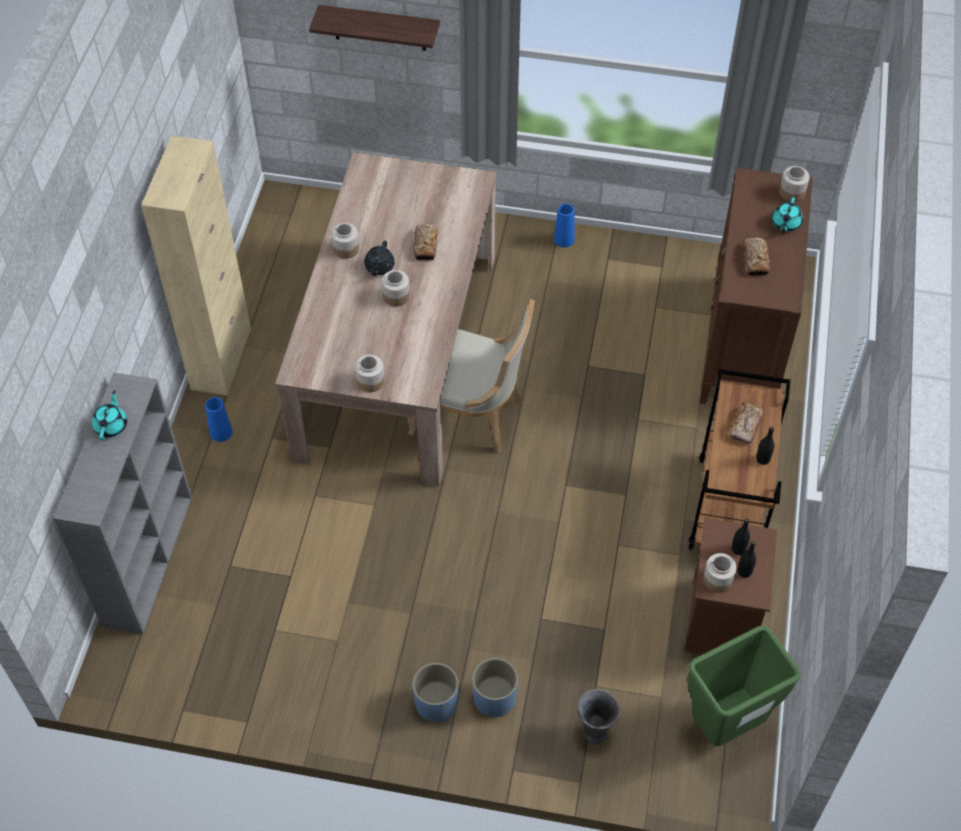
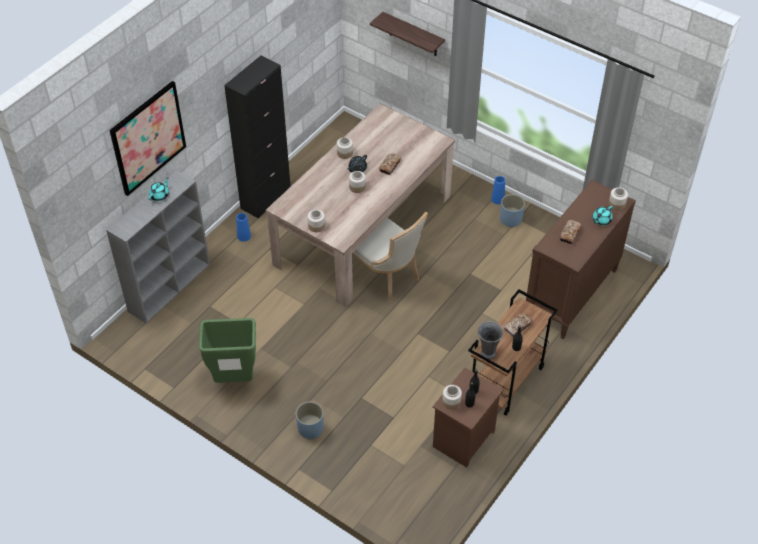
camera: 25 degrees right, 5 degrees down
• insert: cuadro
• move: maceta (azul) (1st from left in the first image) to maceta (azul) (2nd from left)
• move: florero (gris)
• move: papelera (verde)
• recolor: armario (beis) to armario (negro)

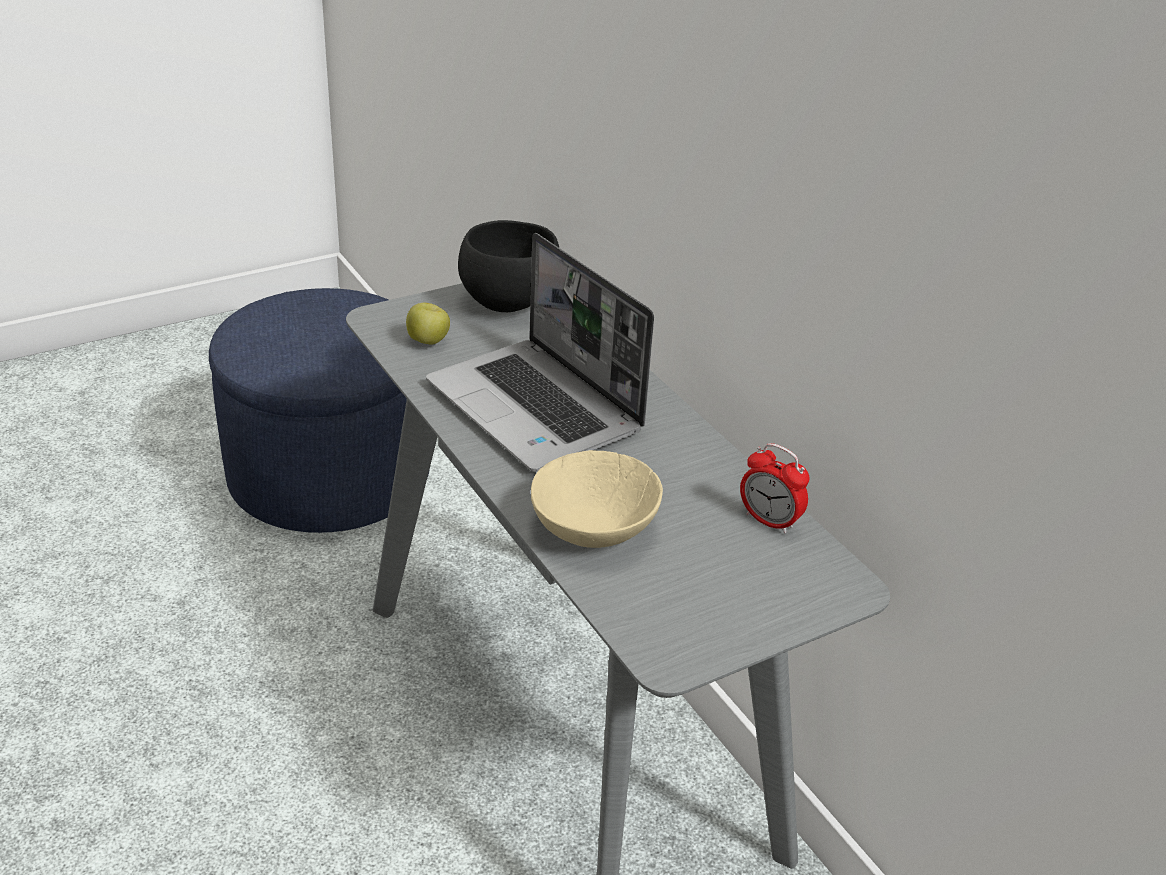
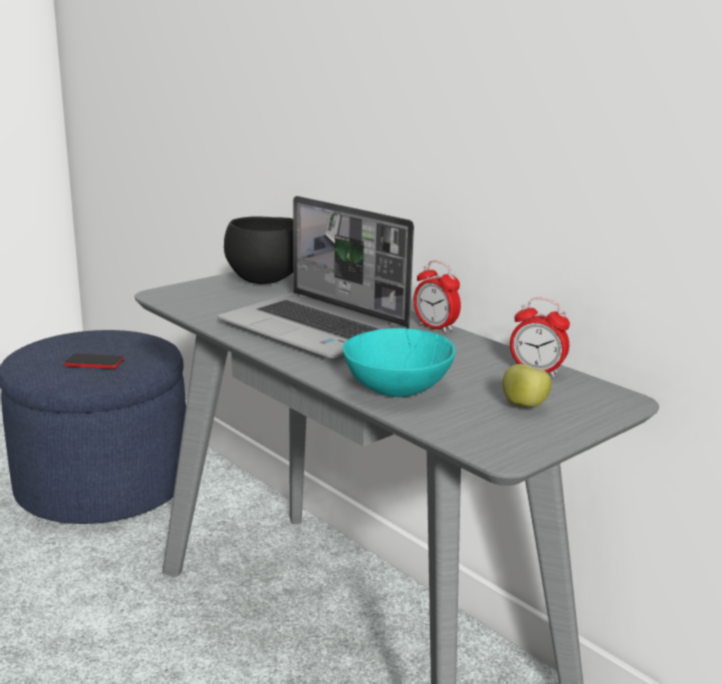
camera: 10 degrees left, 15 degrees down
• insert: móvil
• insert: despertador (1st from left)
• move: manzana
• recolor: cuenco (beis) to cuenco (turquesa)

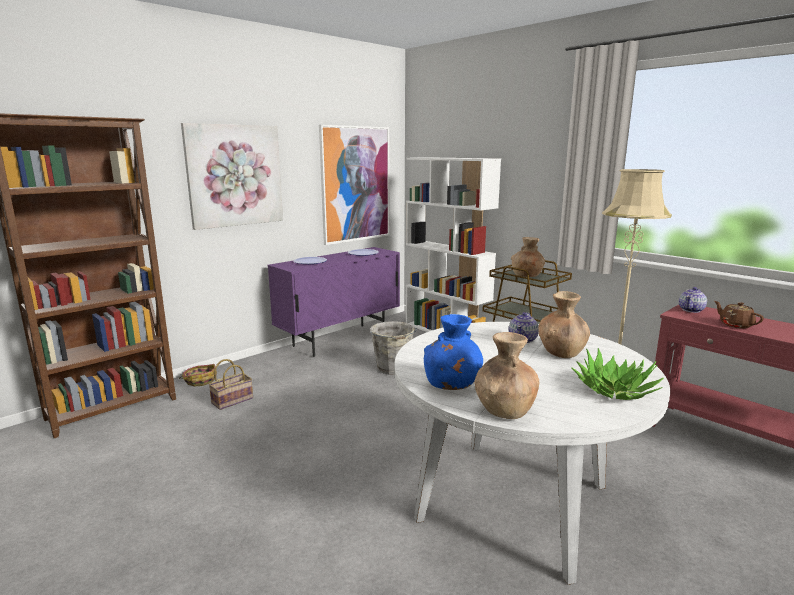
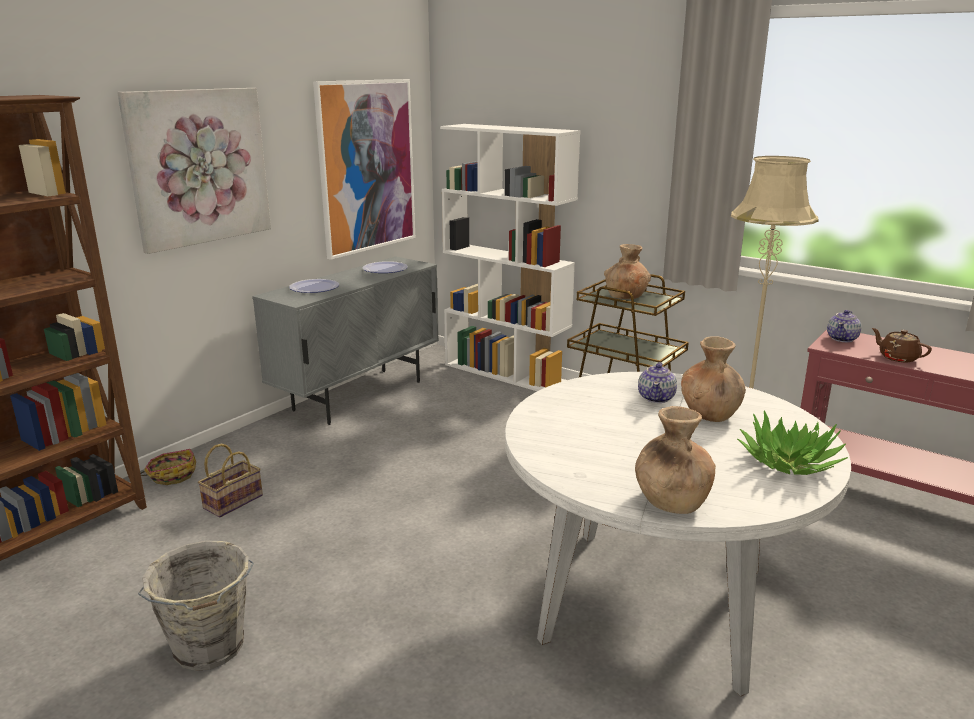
camera: 10 degrees left, 5 degrees up
• delete: florero (azul)
• move: cubo (gris)
• recolor: armario (morado) to armario (gris)

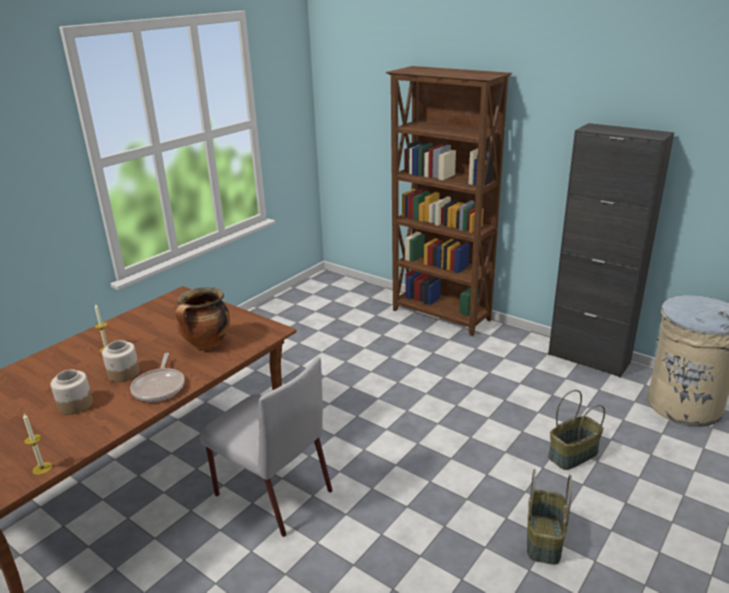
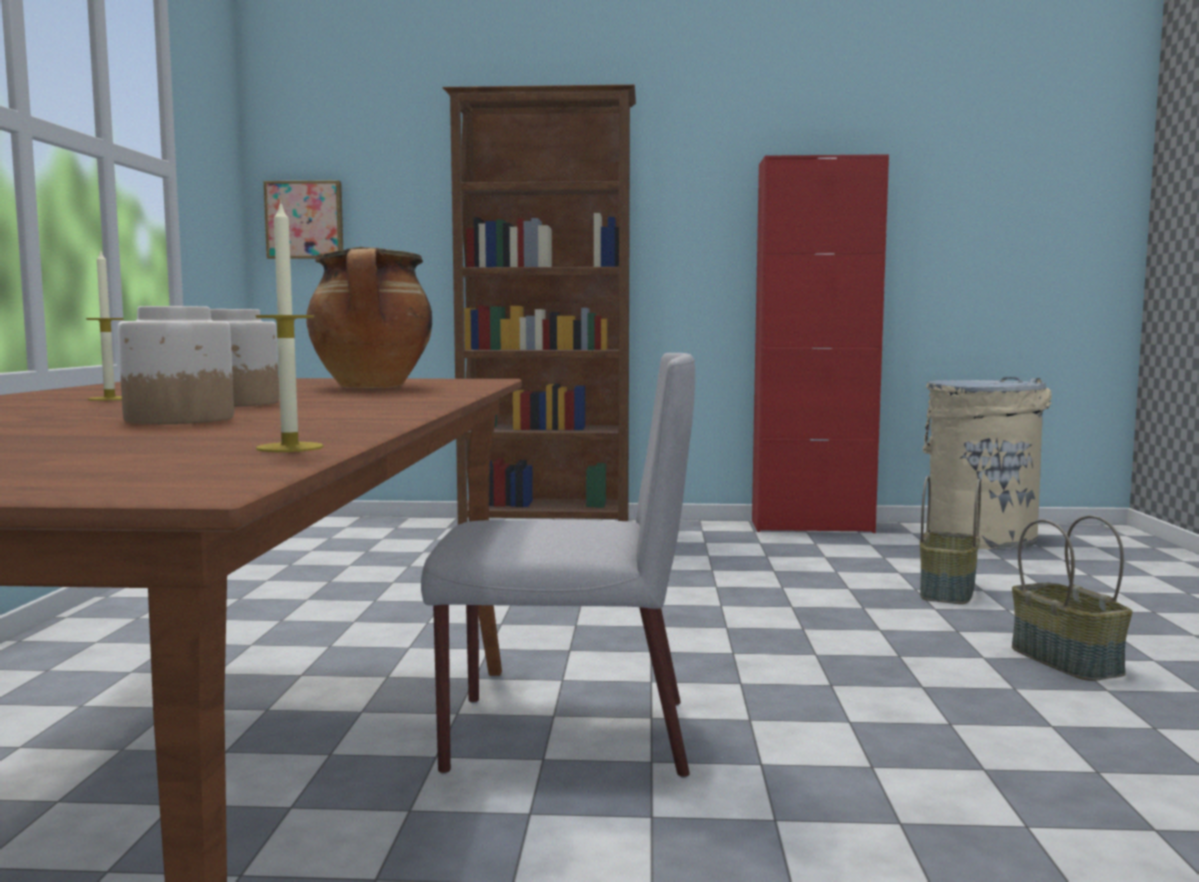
camera: 35 degrees left, 20 degrees down
• delete: sartén
• insert: cuadro
• recolor: armario (negro) to armario (rojo)

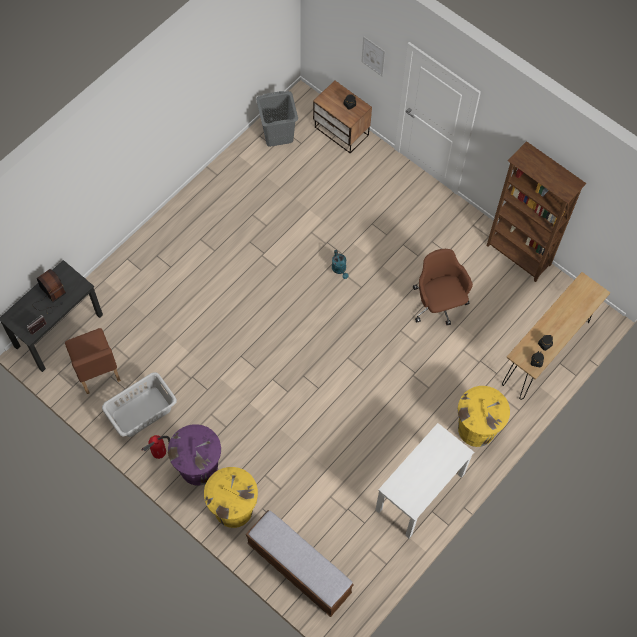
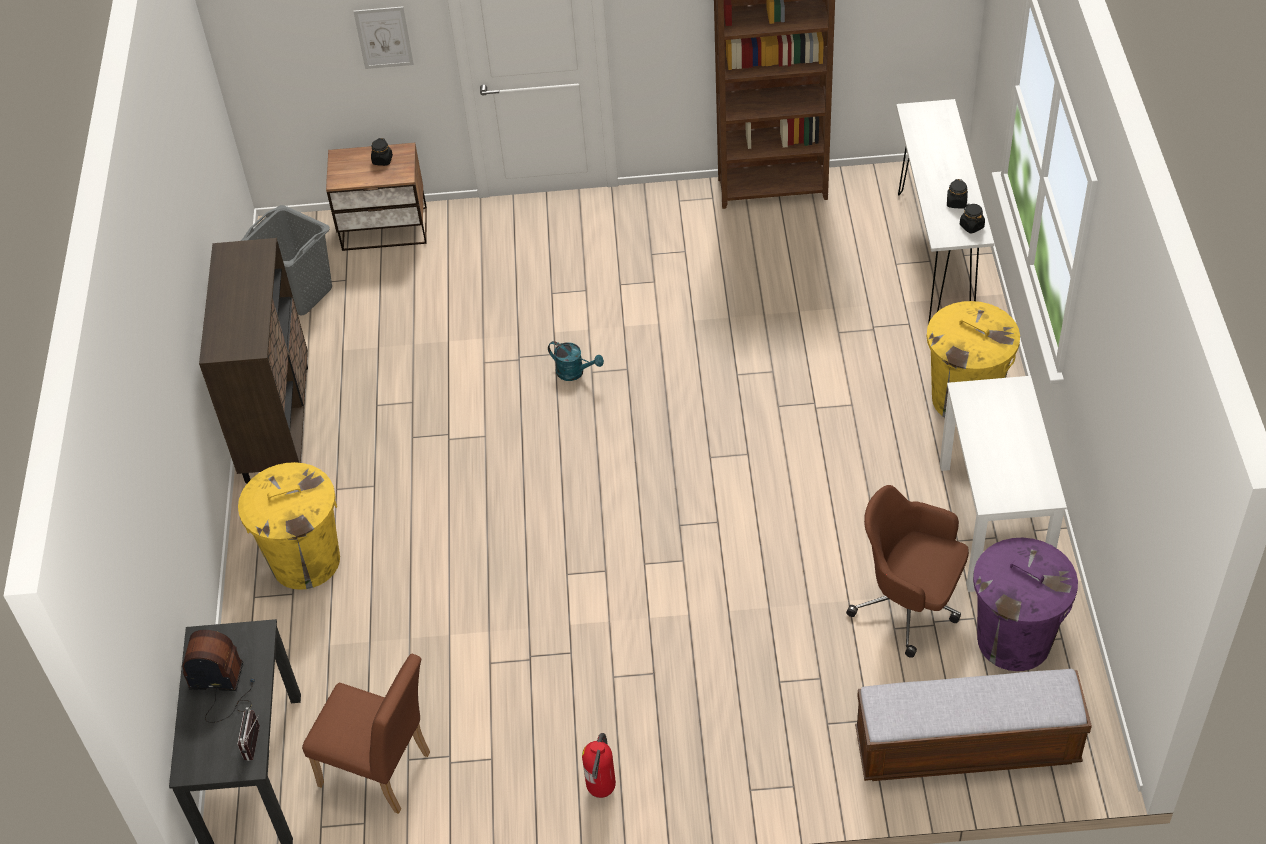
camera: 40 degrees left, 15 degrees down
• delete: cesto de la ropa (gris) (1st from left)
• insert: armario (marrón)
• move: papelera (morado)
• move: papelera (amarillo) (1st from left)
• move: silla de oficina (marrón)
• recolor: mesa consola (marrón) to mesa consola (blanco)

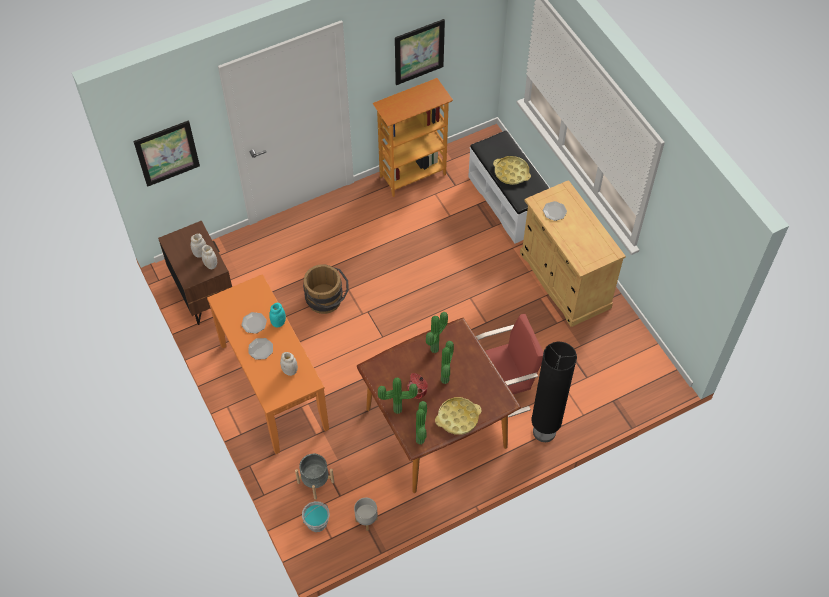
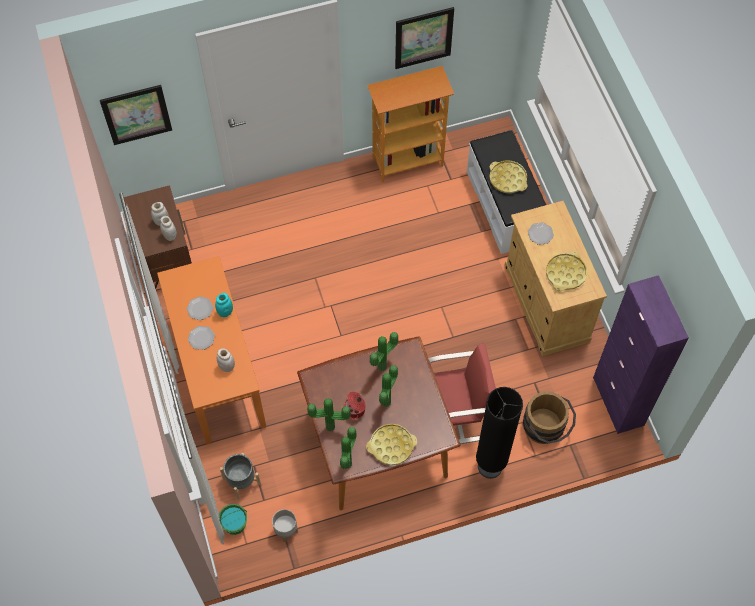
camera: 10 degrees right, 5 degrees up
• insert: bandeja (amarillo) (3rd from left)
• insert: armario (morado)
• move: cubo (marrón)
• recolor: cubo (gris) to cubo (verde)

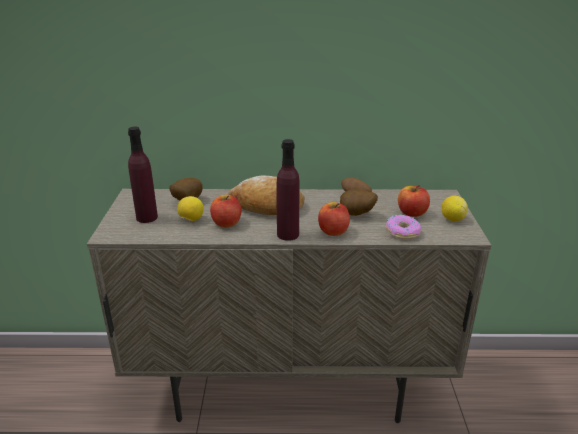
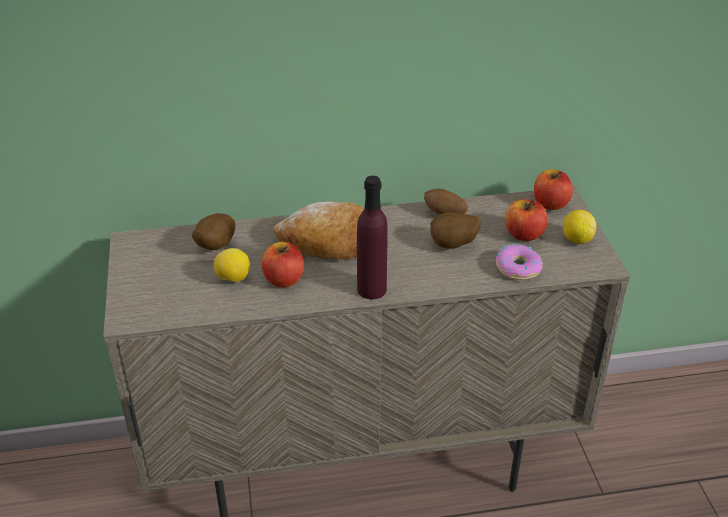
camera: 10 degrees left, 10 degrees up
• delete: botella (morado) (1st from left)
• move: manzana (2nd from left in the first image) to manzana (3rd from left)

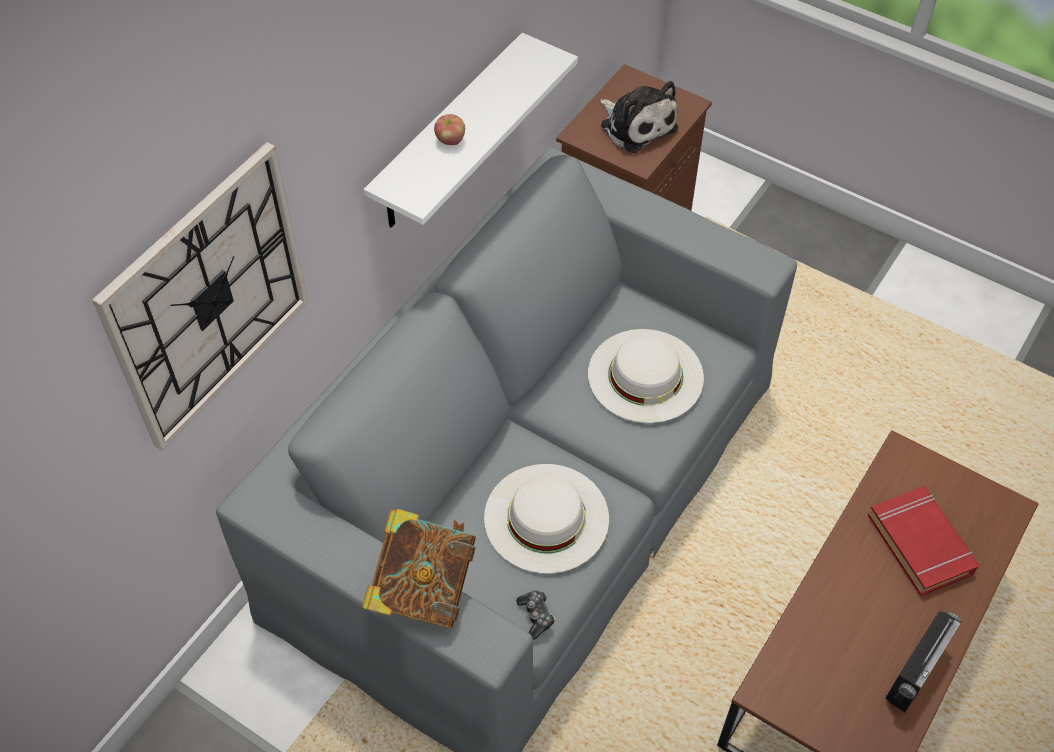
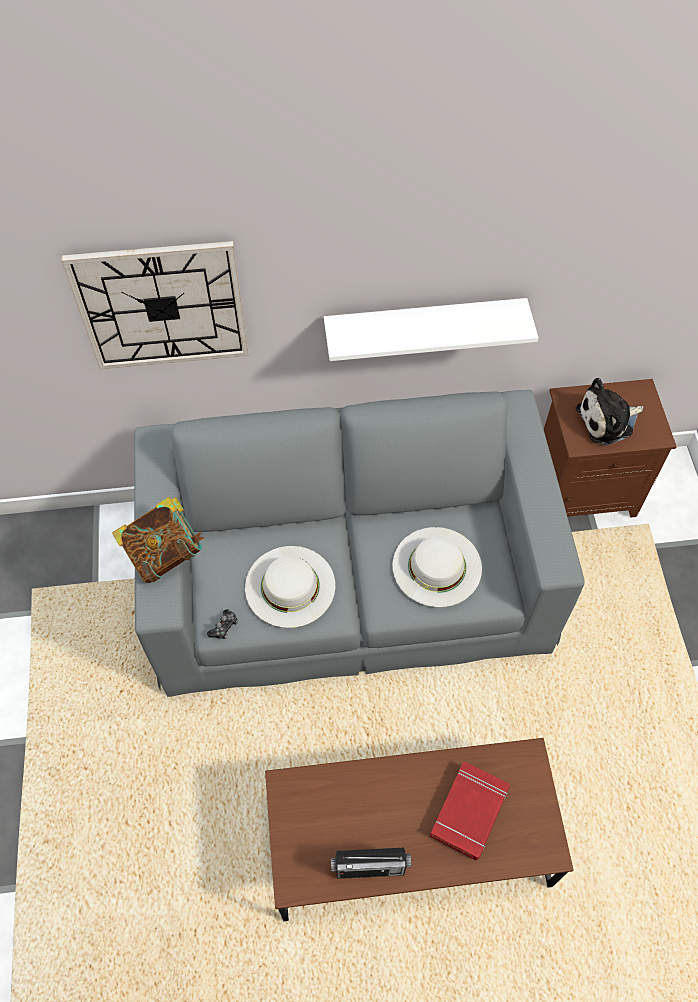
camera: 50 degrees right, 5 degrees up
• delete: manzana
• rotate: peluche 60 degrees clockwise

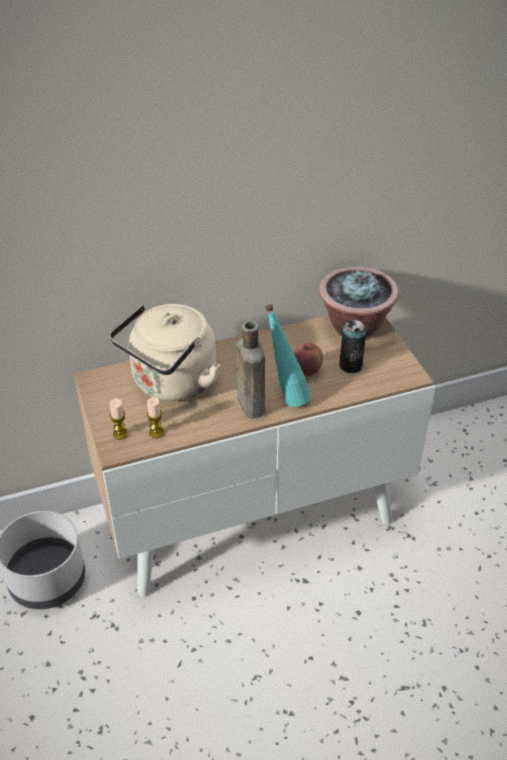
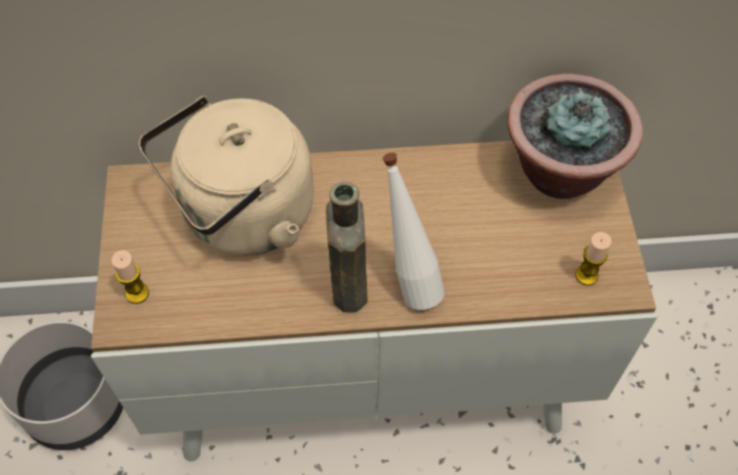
camera: 15 degrees right, 15 degrees up
• delete: manzana
• delete: lata
• move: vela (2nd from left)
• recolor: botella (turquesa) to botella (blanco)

